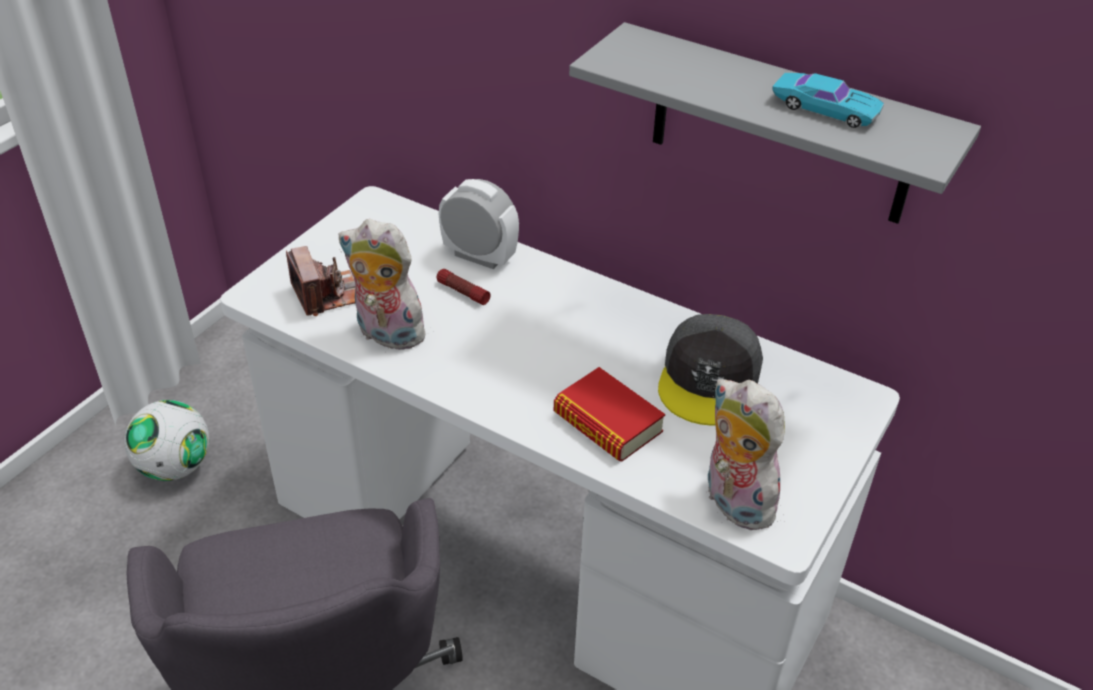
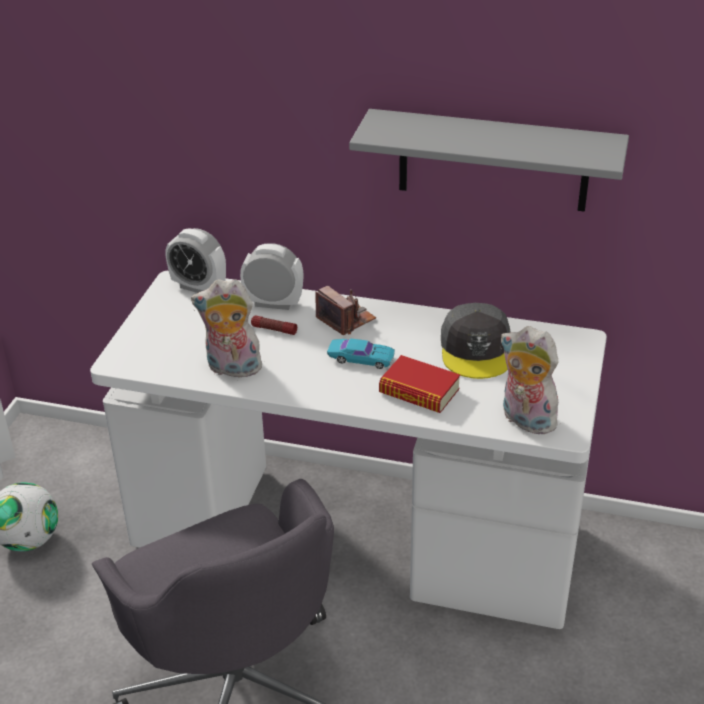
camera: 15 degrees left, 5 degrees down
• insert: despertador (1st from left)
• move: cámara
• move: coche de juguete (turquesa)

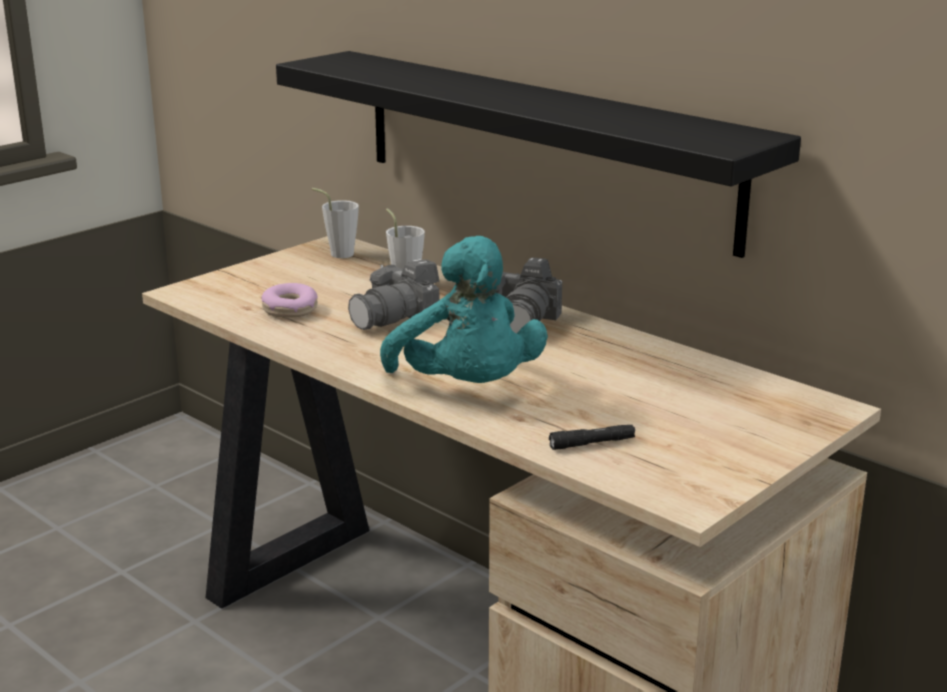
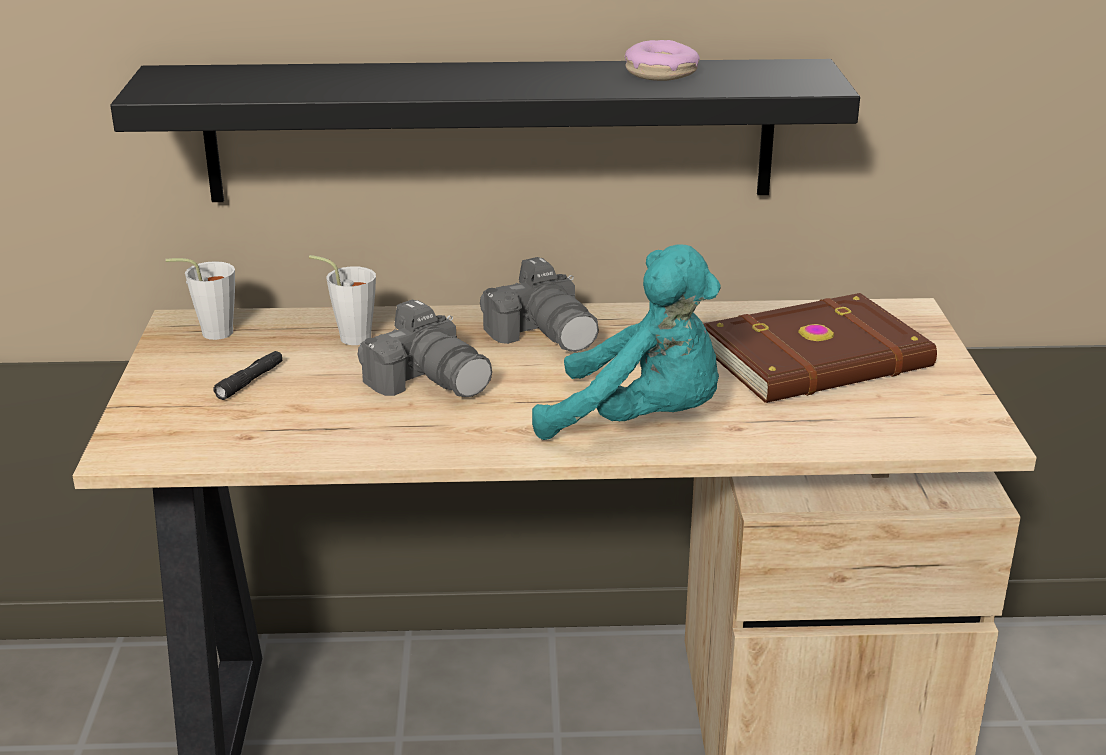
camera: 45 degrees left, 5 degrees up
• insert: libro (marrón)
• move: rosquilla
• move: linterna (negro)
• rotate: cámara (1st from left) 45 degrees counterclockwise

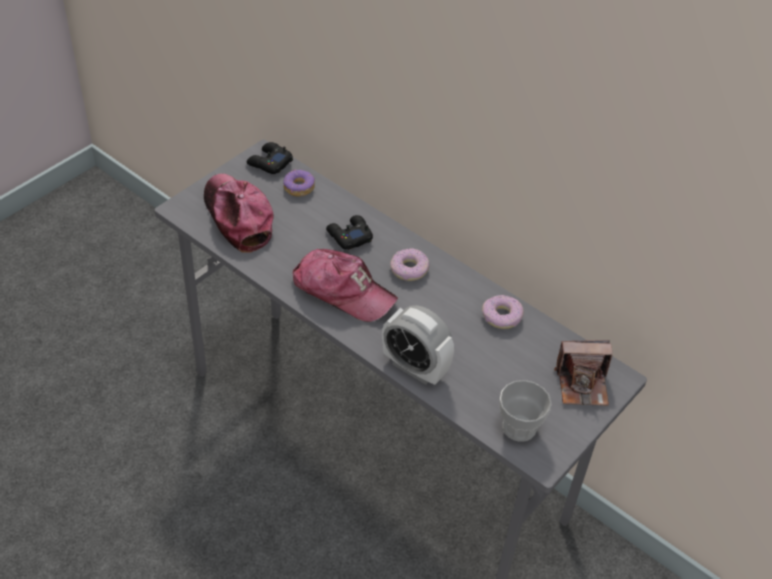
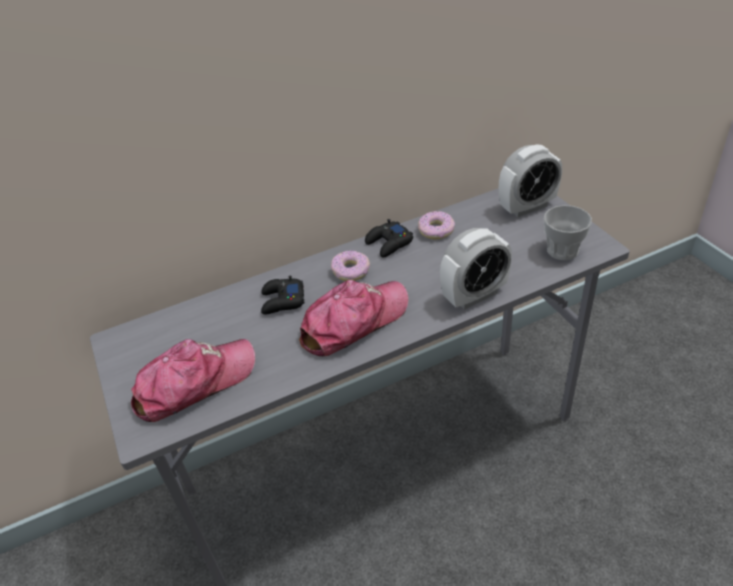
camera: 60 degrees left, 5 degrees down
• delete: rosquilla (1st from left)
• move: mando de consola (negro) (1st from left in the first image) to mando de consola (negro) (2nd from left)
• replace: cámara to despertador (2nd from left)
• rotate: gorra (1st from left) 150 degrees clockwise

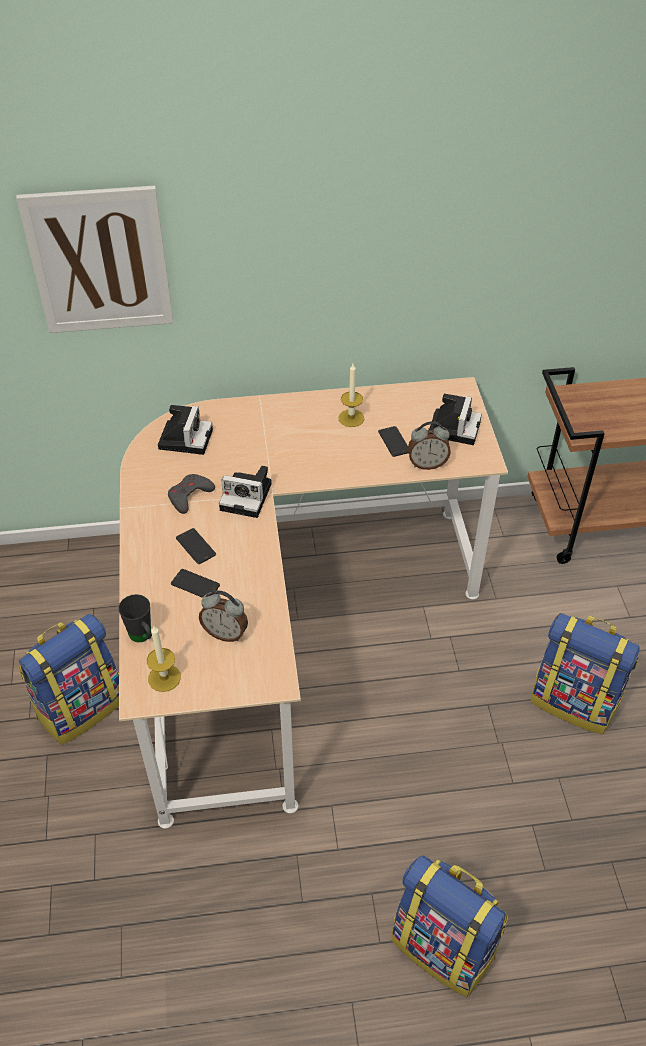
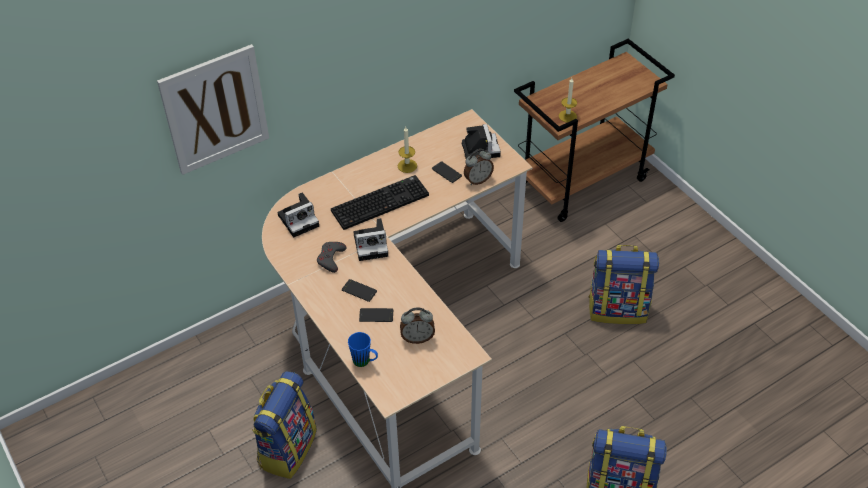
camera: 25 degrees left, 0 degrees up
• insert: teclado
• move: vela (1st from left in the first image) to vela (2nd from left)
• recolor: taza grande (negro) to taza grande (azul)
• rotate: cámara (1st from left) 75 degrees clockwise

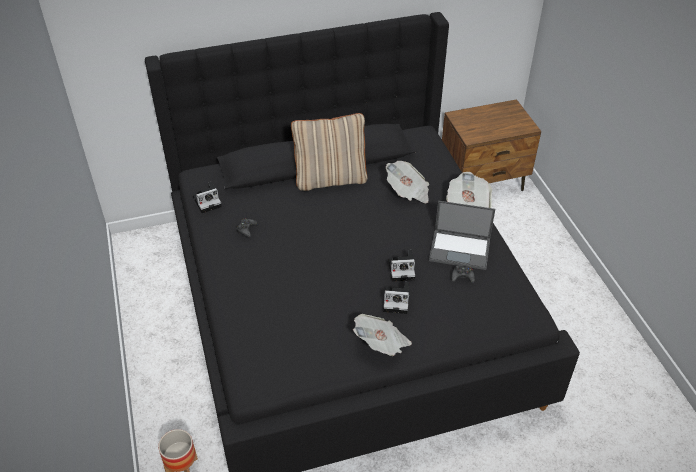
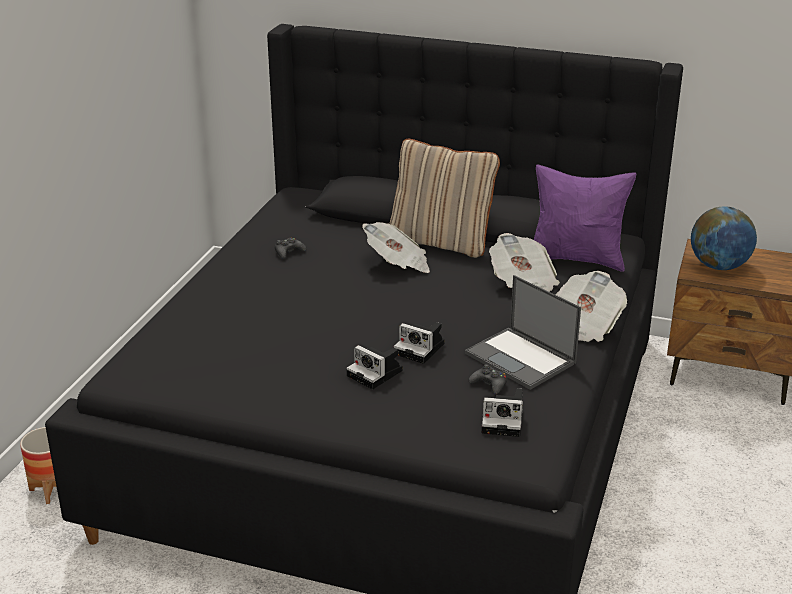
camera: 35 degrees right, 15 degrees down
• insert: cojín (morado)
• insert: globo terráqueo
• move: cámara (1st from left in the first image) to cámara (3rd from left)
• move: periódico (1st from left)

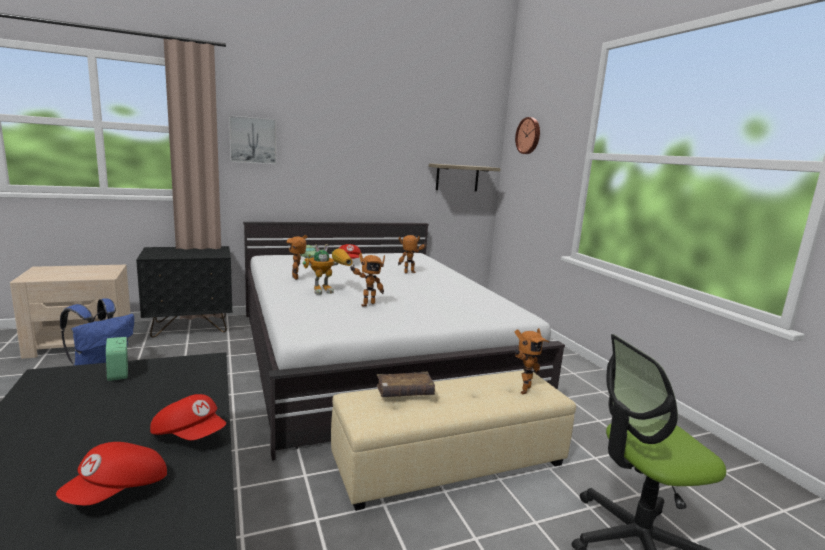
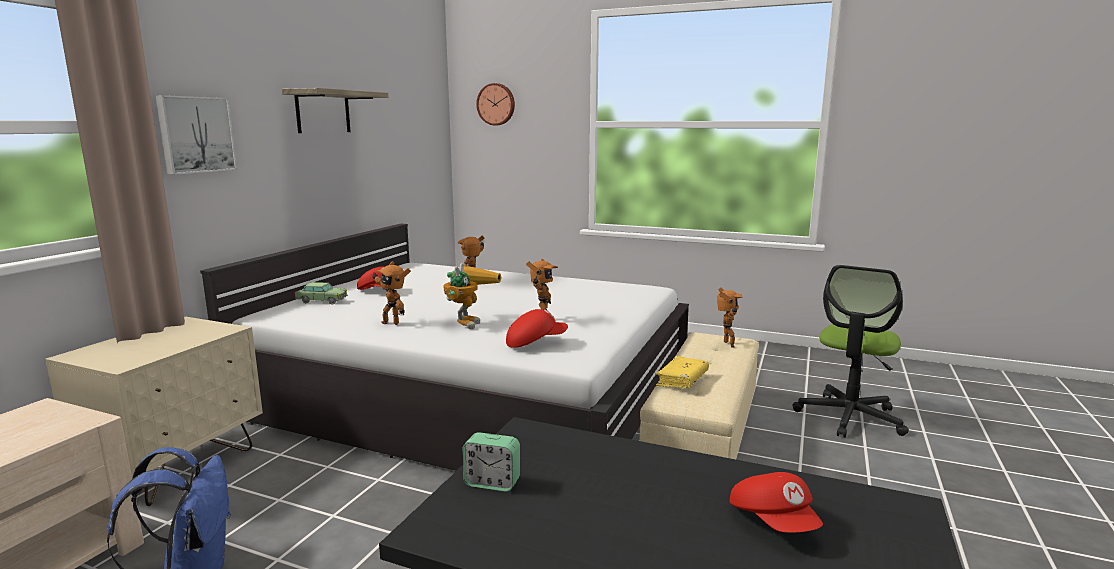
camera: 45 degrees left, 0 degrees up
• move: gorra (rojo) (2nd from left)
• move: estante
• recolor: mesita de noche (negro) to mesita de noche (beis) (2nd from left)
• recolor: libro (marrón) to libro (amarillo)

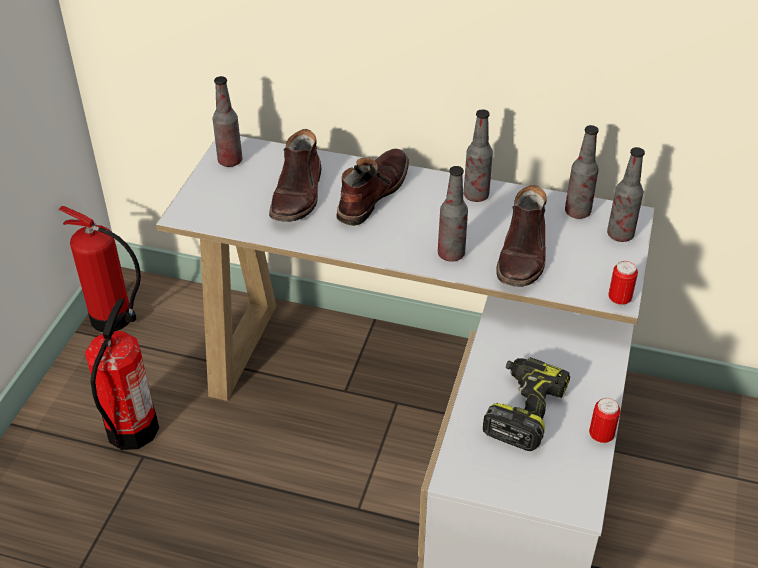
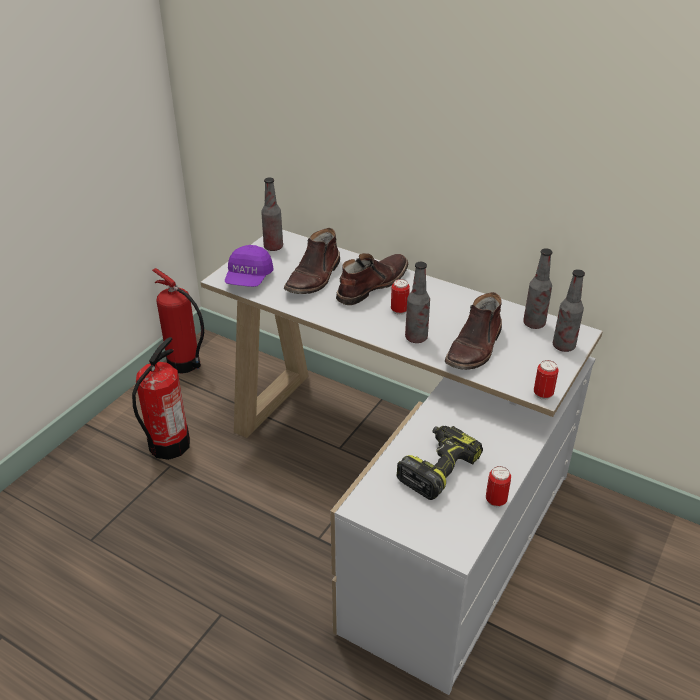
camera: 15 degrees right, 5 degrees down
• delete: botella (3rd from left)
• insert: gorra (morado)
• insert: lata (1st from left)

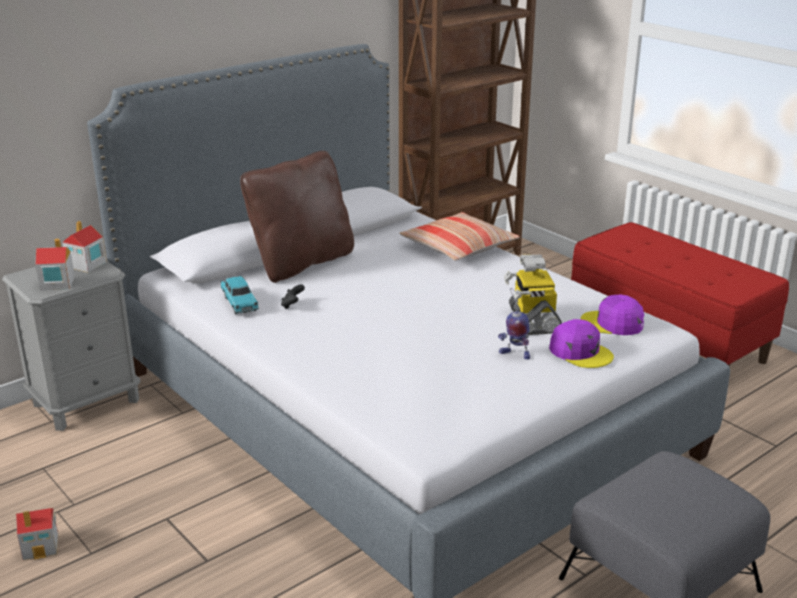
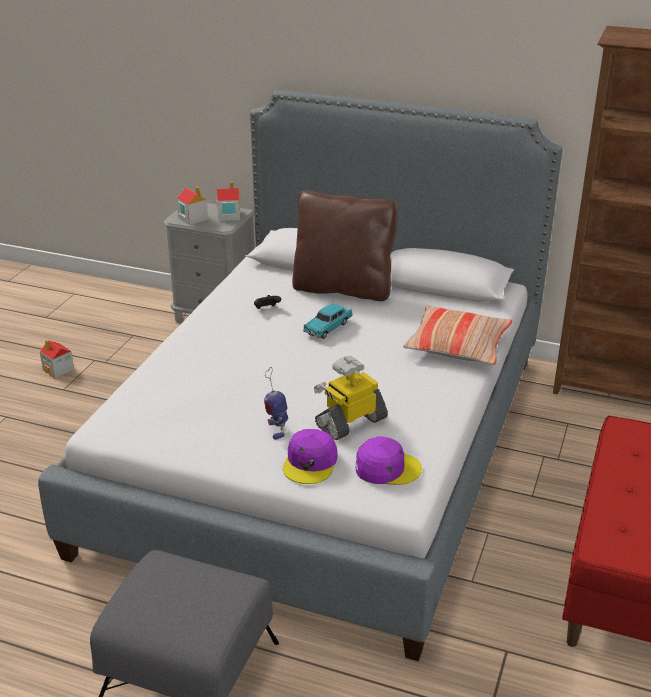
camera: 60 degrees right, 5 degrees up
• move: coche de juguete (turquesa)
• rotate: gorra (morado) (2nd from left) 105 degrees clockwise

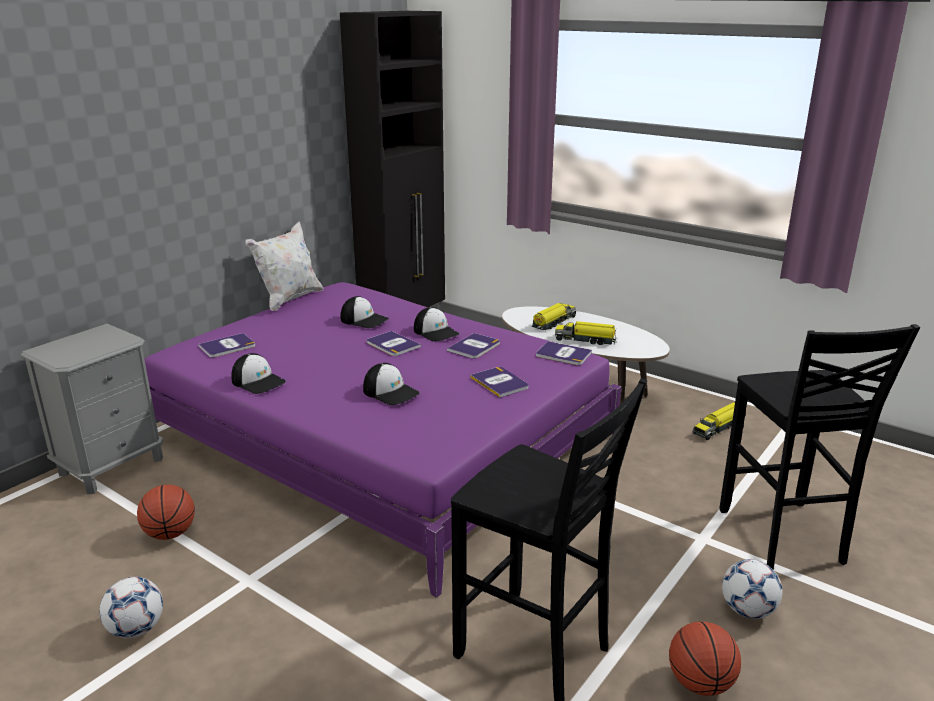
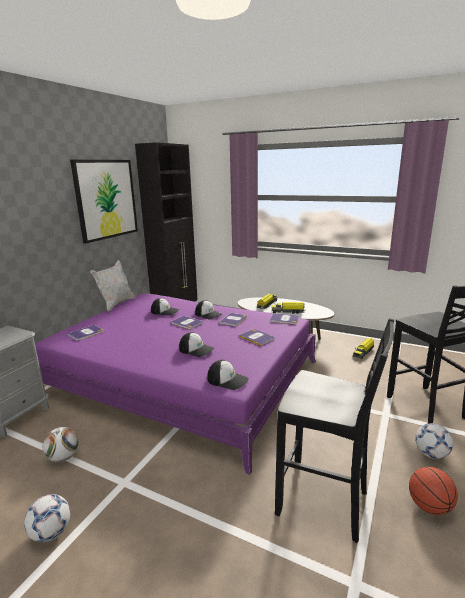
camera: 10 degrees left, 5 degrees down
• insert: cuadro
• move: gorra (1st from left in the first image) to gorra (4th from left)
• replace: balón de baloncesto (1st from left) to balón de fútbol (2nd from left)

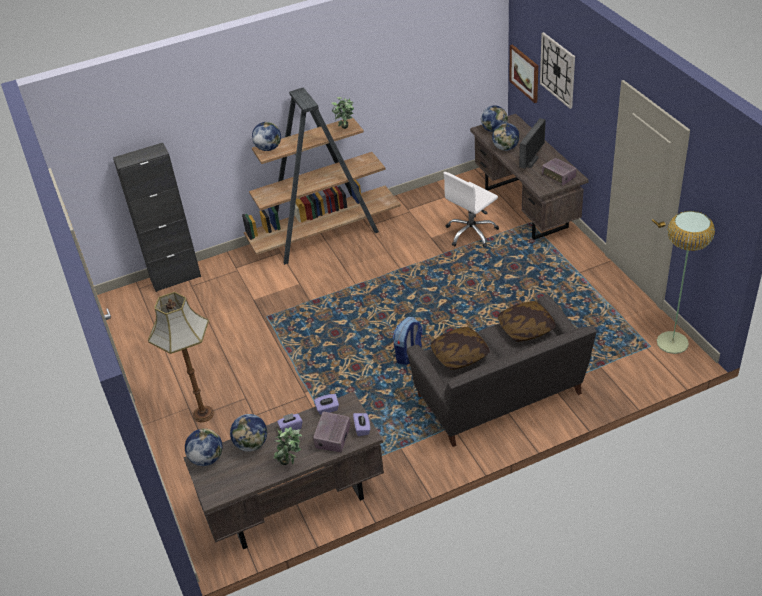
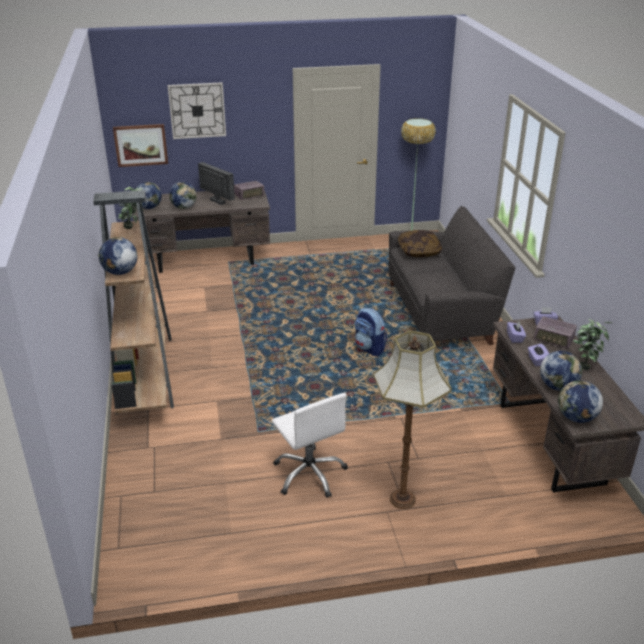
camera: 80 degrees left, 10 degrees down
• delete: armario (negro)
• delete: cojín (1st from left)
• move: silla de oficina (blanco)

